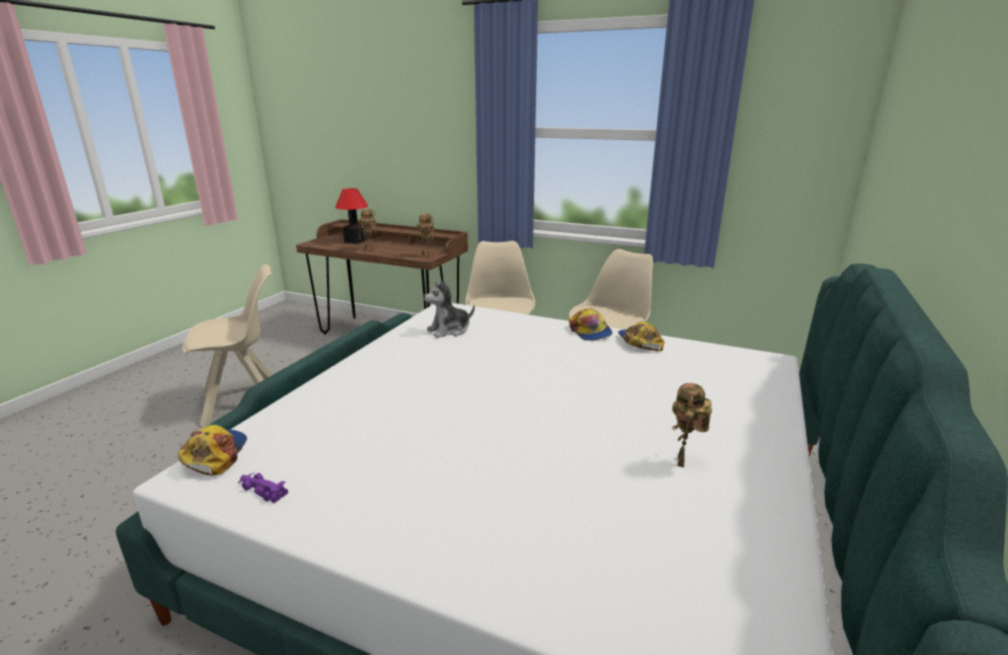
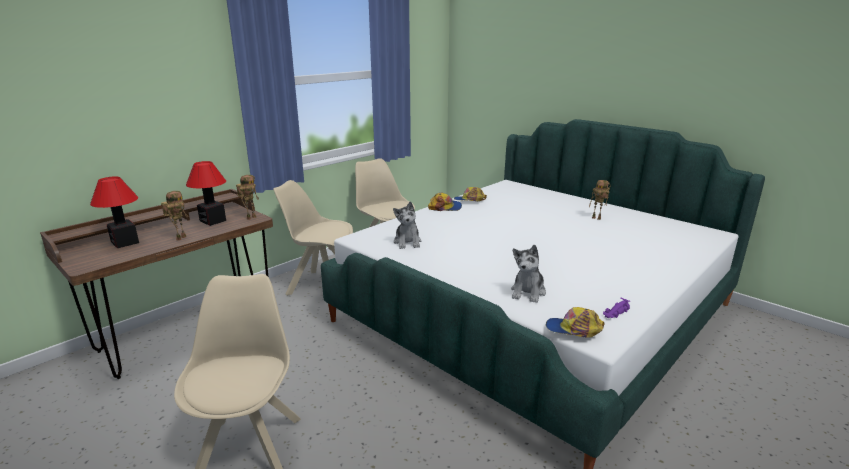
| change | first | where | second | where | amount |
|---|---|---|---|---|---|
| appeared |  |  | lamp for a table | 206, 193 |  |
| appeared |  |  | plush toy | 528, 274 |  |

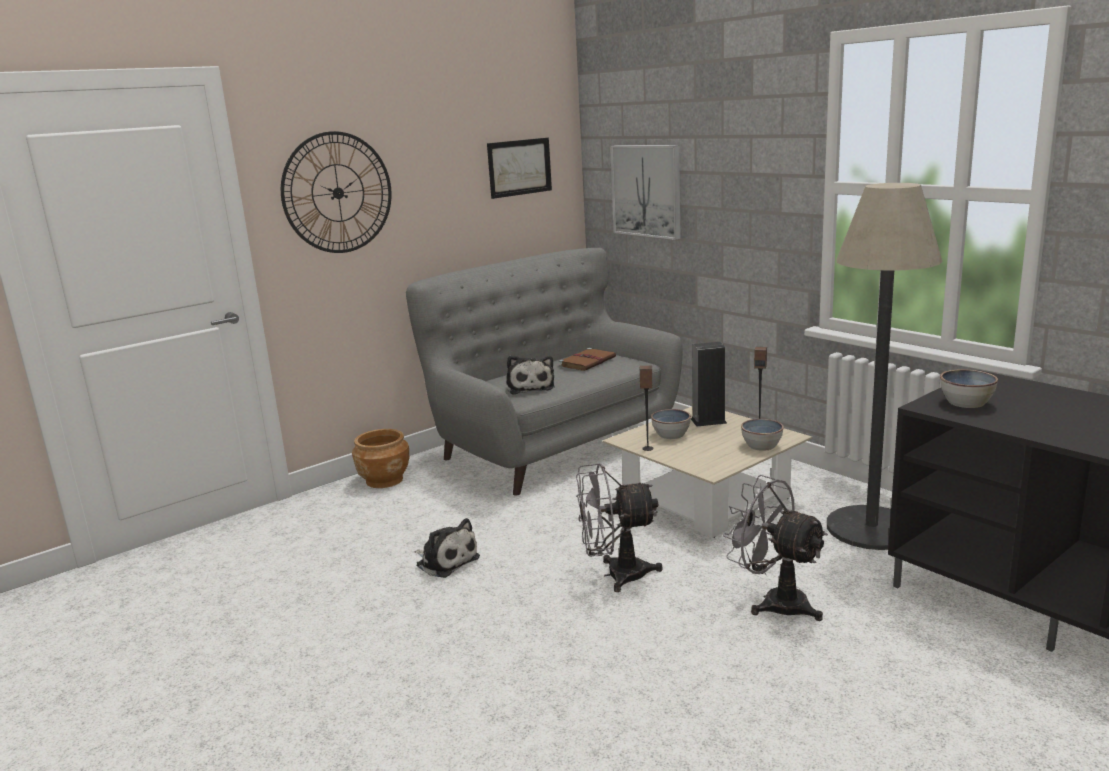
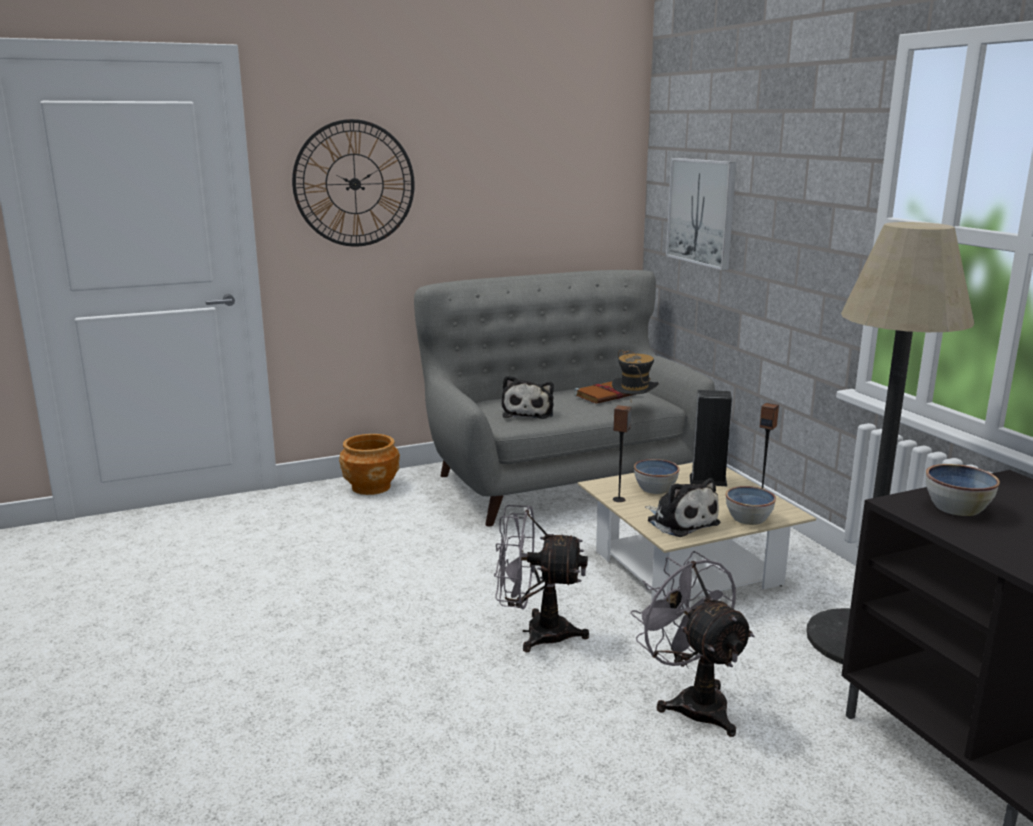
| change | first | where | second | where | amount |
|---|---|---|---|---|---|
| relocated | plush toy | 447, 548 |  | 682, 507 |  |
| missing | wall art | 519, 168 |  |  |  |
| appeared |  |  | wearable hat | 635, 372 |  |

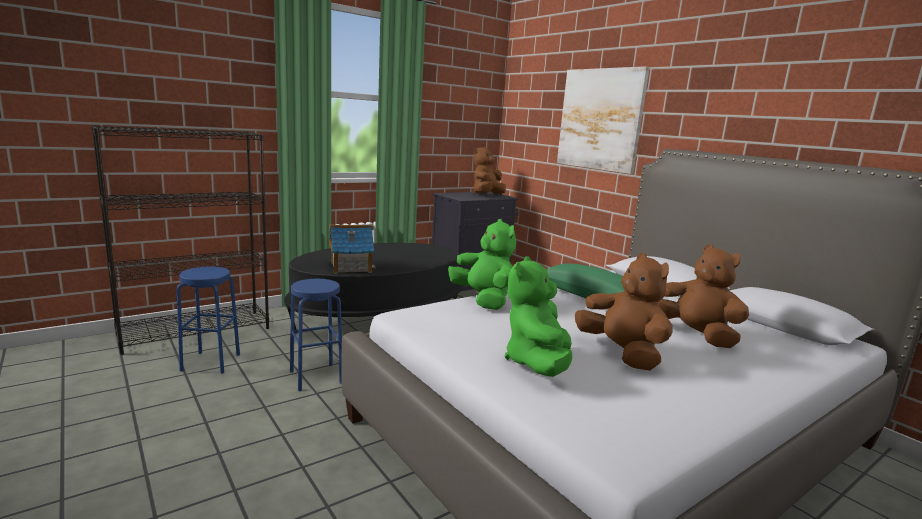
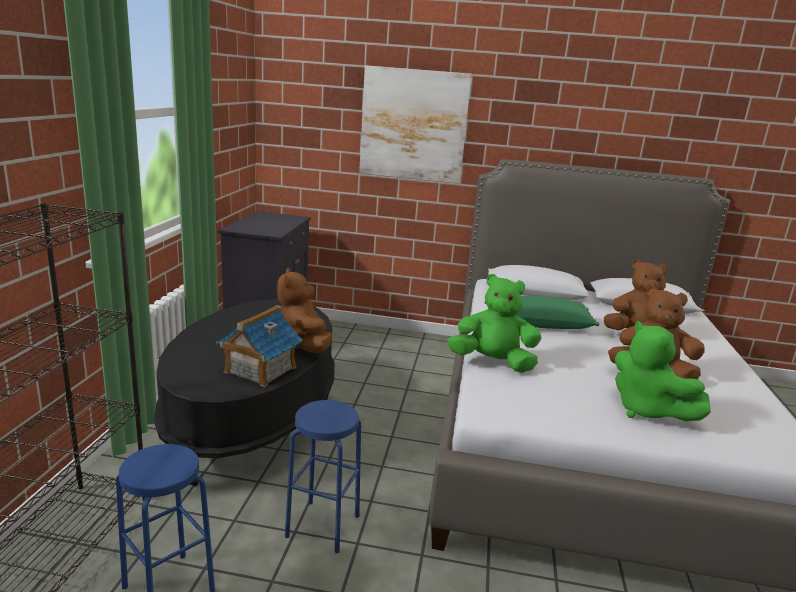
| change | first | where | second | where | amount |
|---|---|---|---|---|---|
| relocated | plush toy (brown) | 489, 170 |  | 305, 310 |  |

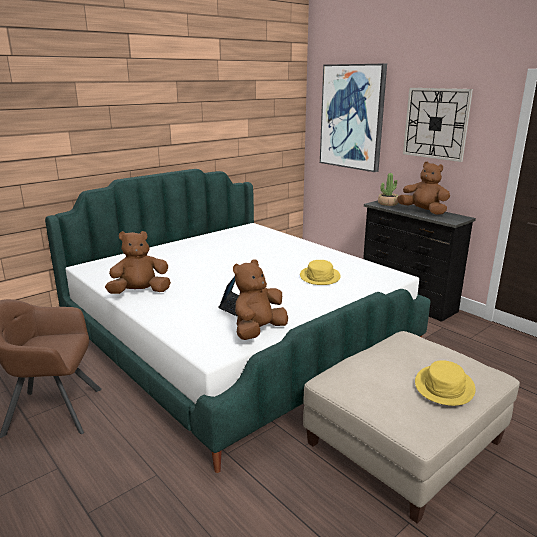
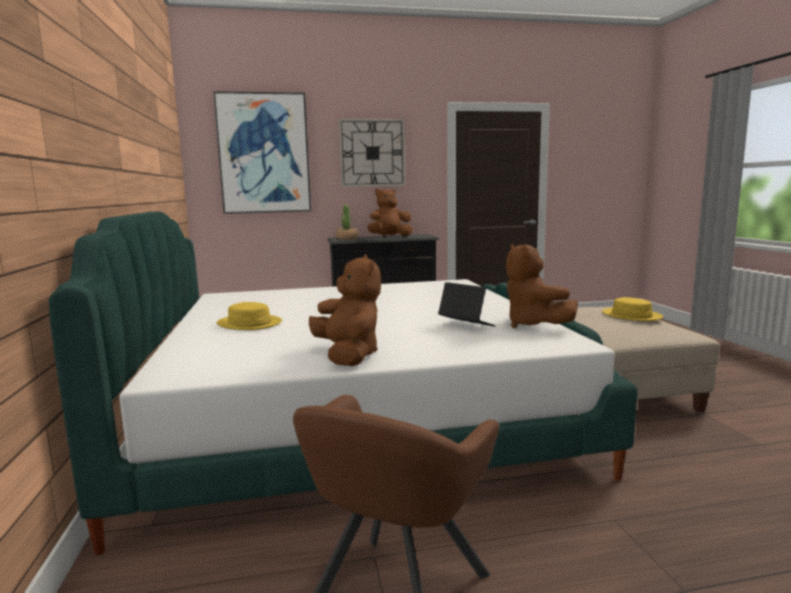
| change | first | where | second | where | amount |
|---|---|---|---|---|---|
| spun | plush toy (brown) | 138, 262 |  | 345, 310 | 150 degrees clockwise |
| relocated | wearable hat (yellow-coloured) | 320, 272 |  | 249, 316 |  |

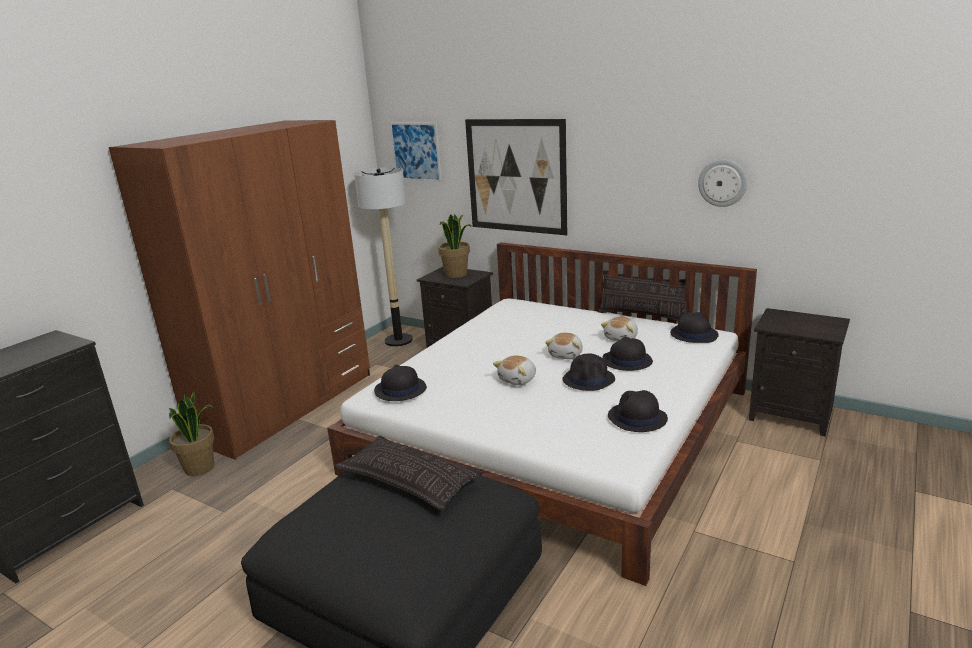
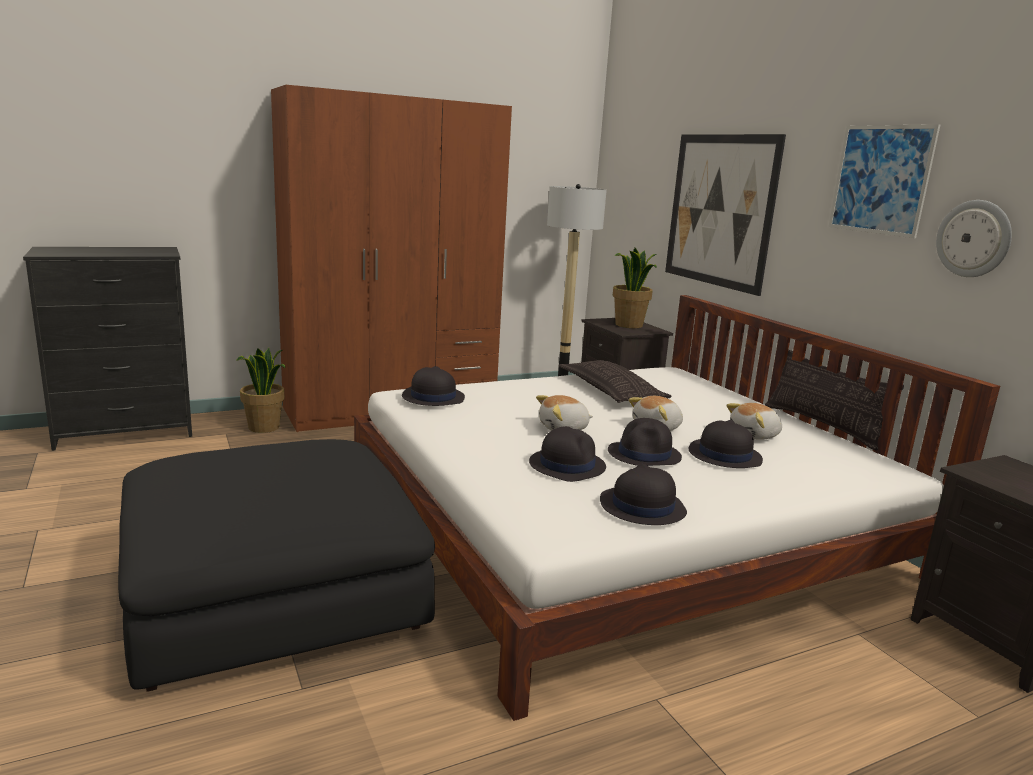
| change | first | where | second | where | amount |
|---|---|---|---|---|---|
| relocated | throw pillow | 408, 473 |  | 615, 381 |  |
| relocated | wall art | 416, 152 |  | 884, 181 |  |
| relocated | wearable hat (black-coloured) | 694, 327 |  | 567, 454 |  |

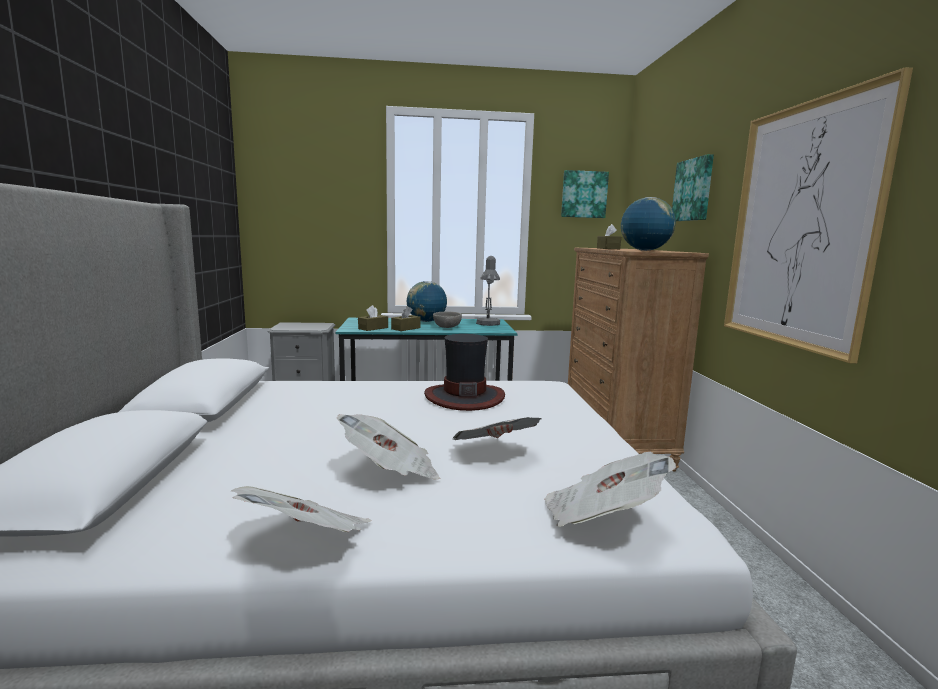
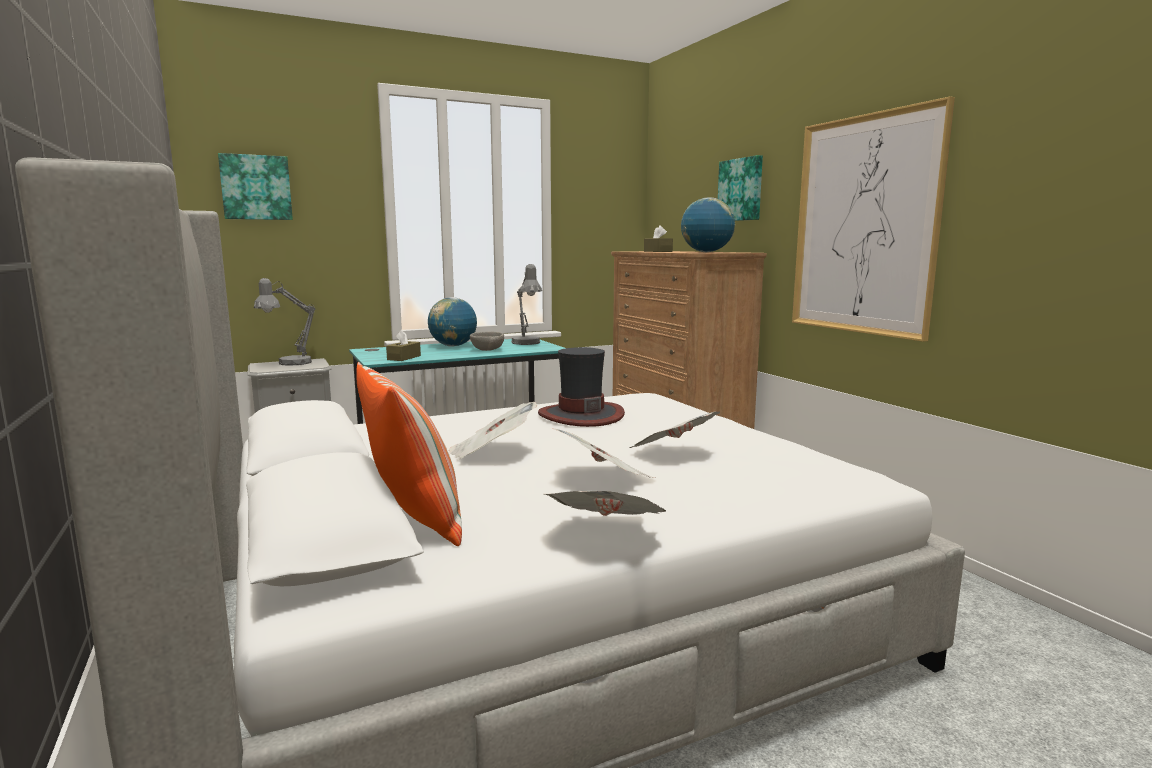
| change | first | where | second | where | amount |
|---|---|---|---|---|---|
| missing | tissue holder (brown) | 406, 318 |  |  |  |
| relocated | daily paper | 610, 489 |  | 492, 430 |  |
| relocated | wall art | 585, 194 |  | 255, 186 |  |
| appeared |  |  | lamp for a table (grey) | 285, 322 |  |
| appeared |  |  | throw pillow | 409, 454 |  |

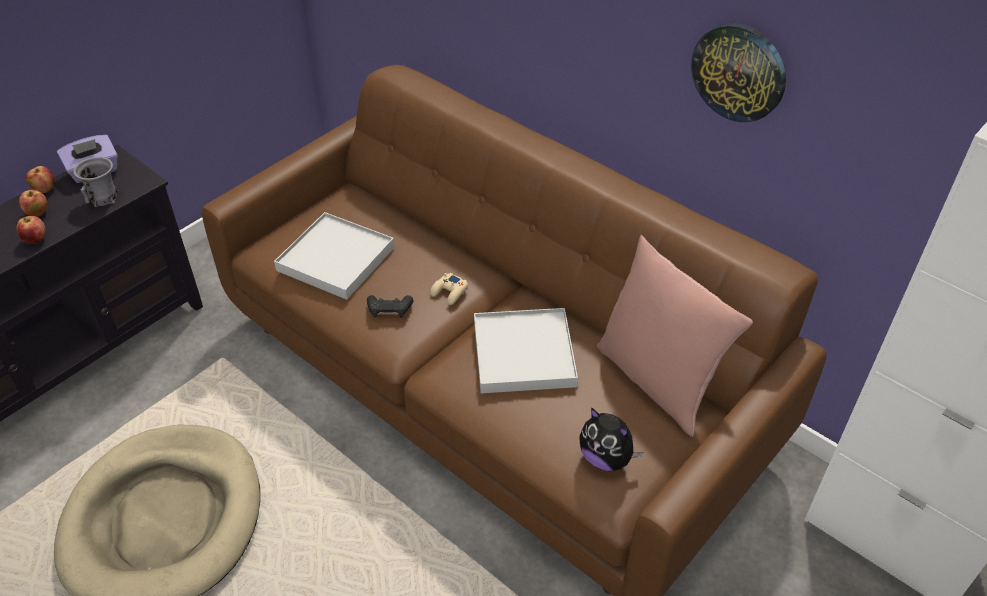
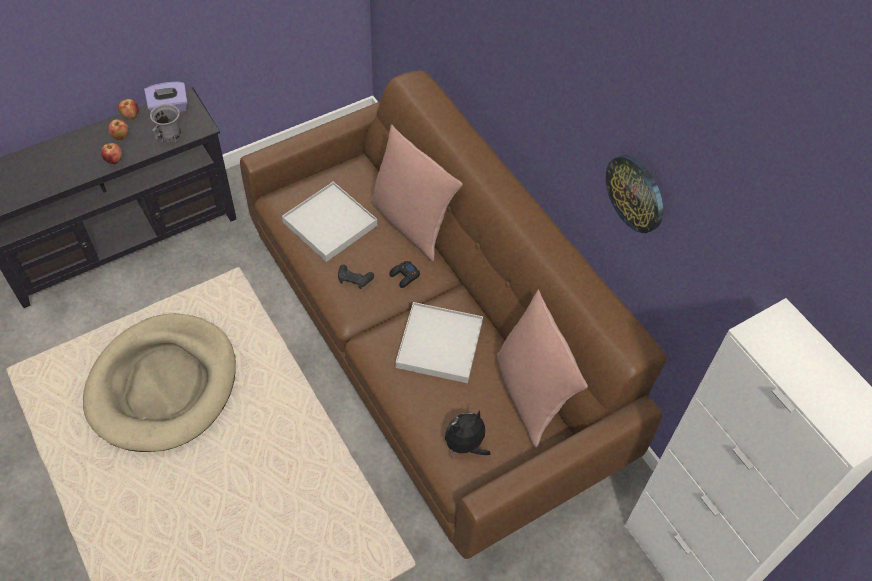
| change | first | where | second | where | amount |
|---|---|---|---|---|---|
| colour | gamepad (beige) | 449, 289 | gamepad (black-coloured) | 404, 274 |  |
| spun | plush toy | 611, 439 |  | 467, 434 | 90 degrees clockwise |
| appeared |  |  | throw pillow (pink-coloured) | 416, 192 |  |

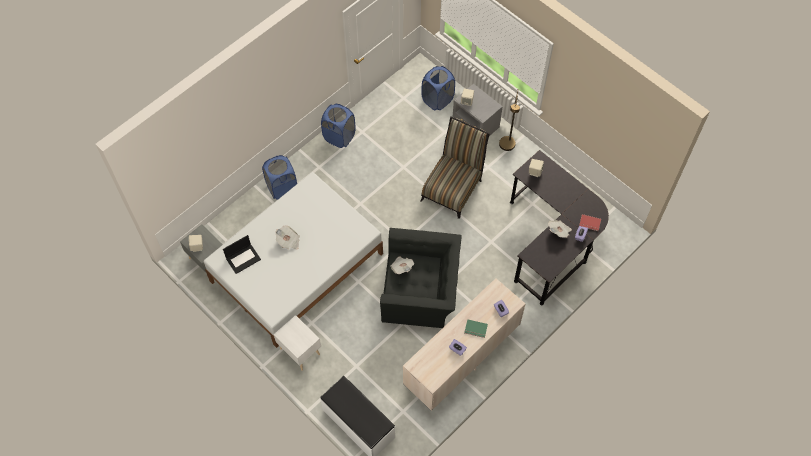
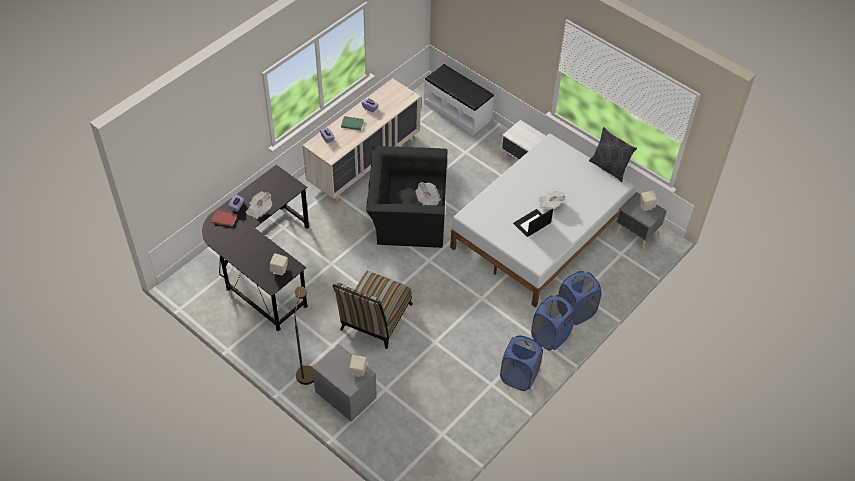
| change | first | where | second | where | amount |
|---|---|---|---|---|---|
| relocated | laptop | 242, 254 |  | 533, 222 |  |
| relocated | hamper (blue) | 438, 88 |  | 553, 323 |  |
| appeared |  |  | throw pillow (grey) | 613, 154 |  |

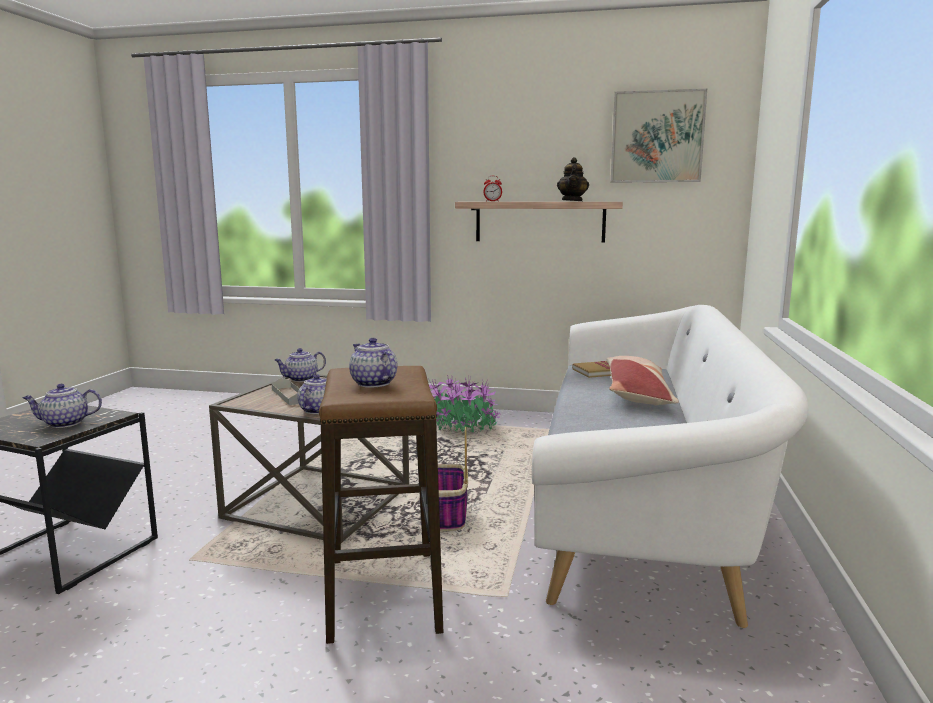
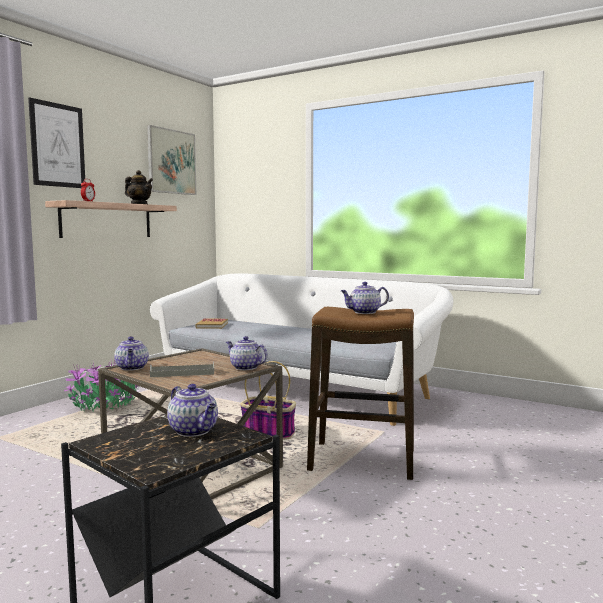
| change | first | where | second | where | amount |
|---|---|---|---|---|---|
| spun | teapot | 62, 406 |  | 192, 410 | 45 degrees counterclockwise |
| missing | throw pillow | 642, 381 |  |  |  |
| appeared |  |  | wall art | 56, 142 |  |

